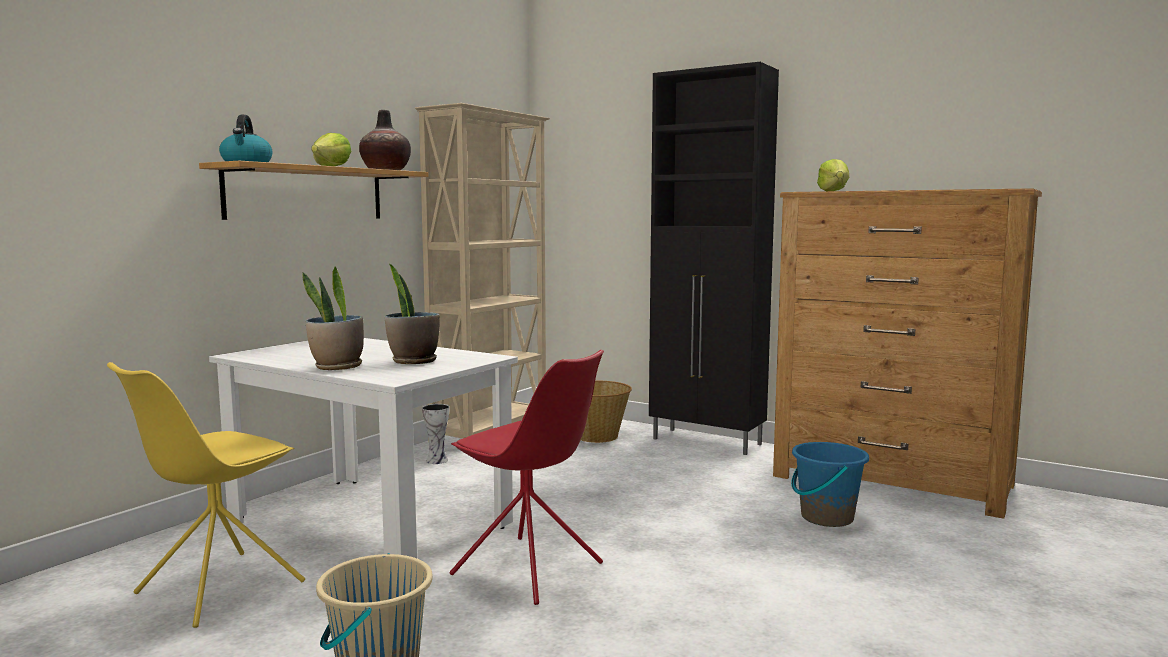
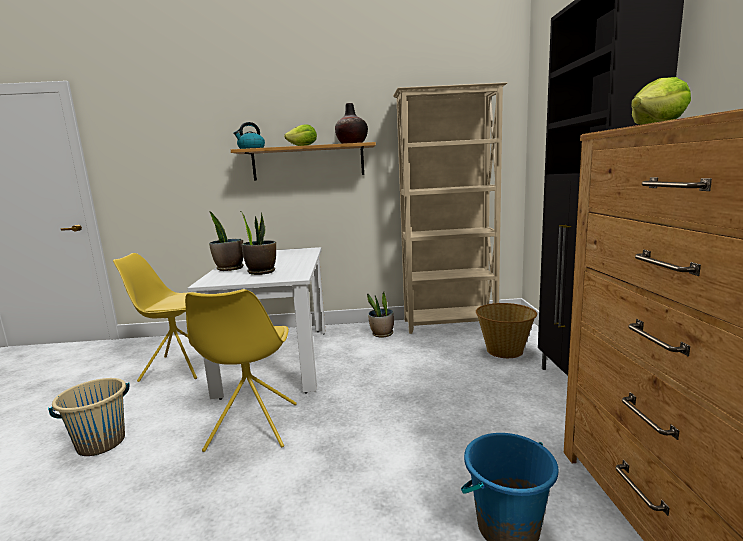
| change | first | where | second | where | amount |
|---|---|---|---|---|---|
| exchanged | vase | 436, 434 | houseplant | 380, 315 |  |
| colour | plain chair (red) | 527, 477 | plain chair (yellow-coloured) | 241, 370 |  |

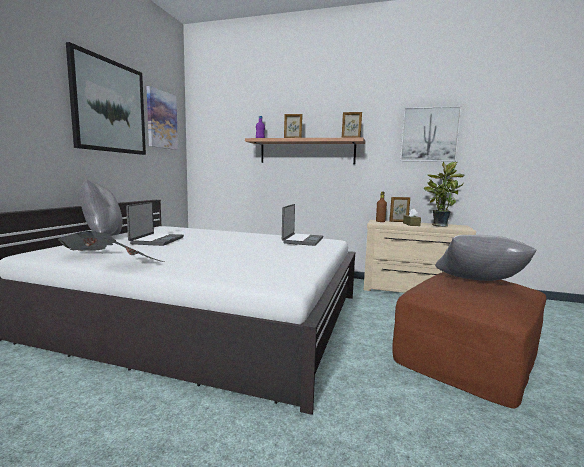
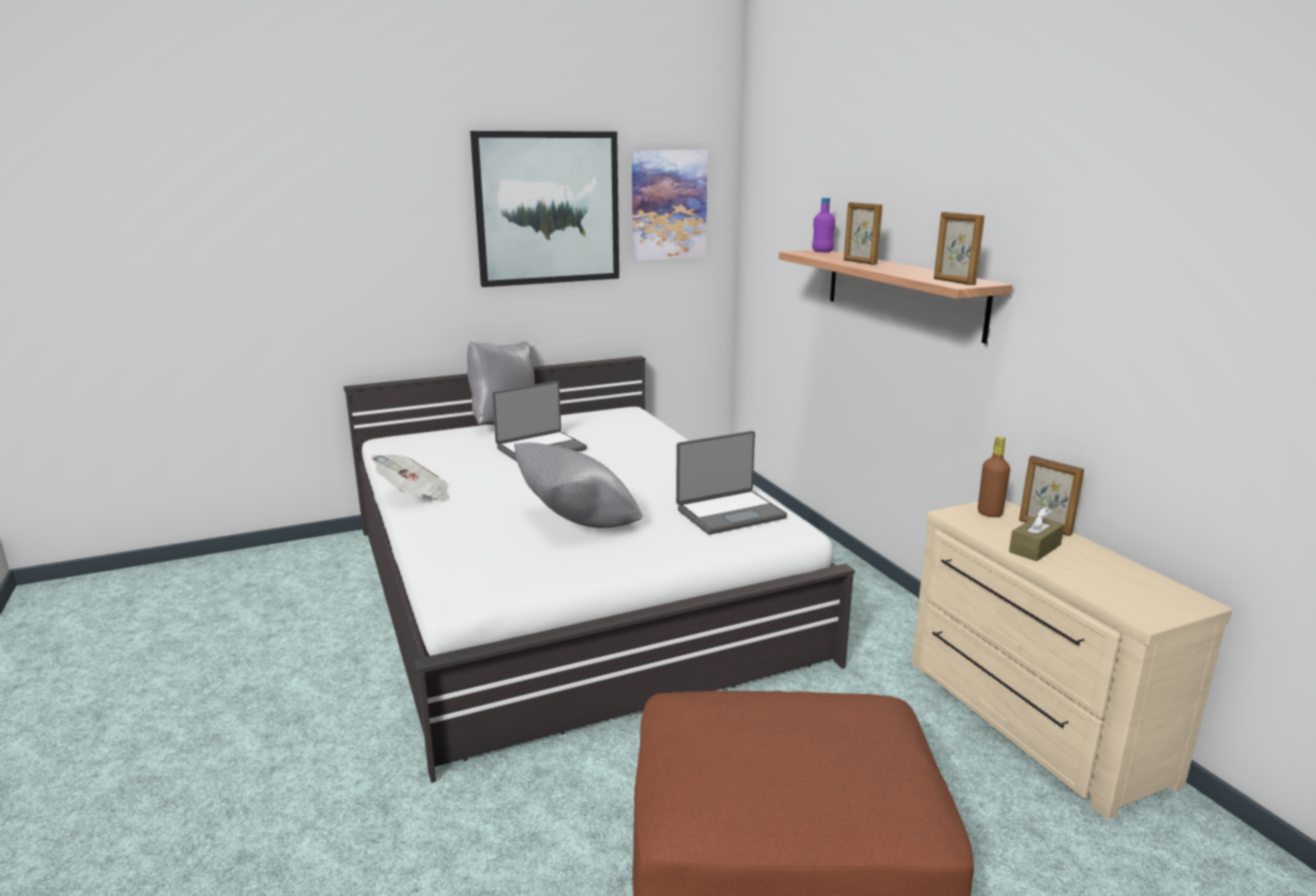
| change | first | where | second | where | amount |
|---|---|---|---|---|---|
| missing | daily paper | 87, 241 |  |  |  |
| missing | wall art | 431, 134 |  |  |  |
| missing | houseplant | 444, 194 |  |  |  |
| relocated | throw pillow (grey) | 486, 258 |  | 578, 485 |  |

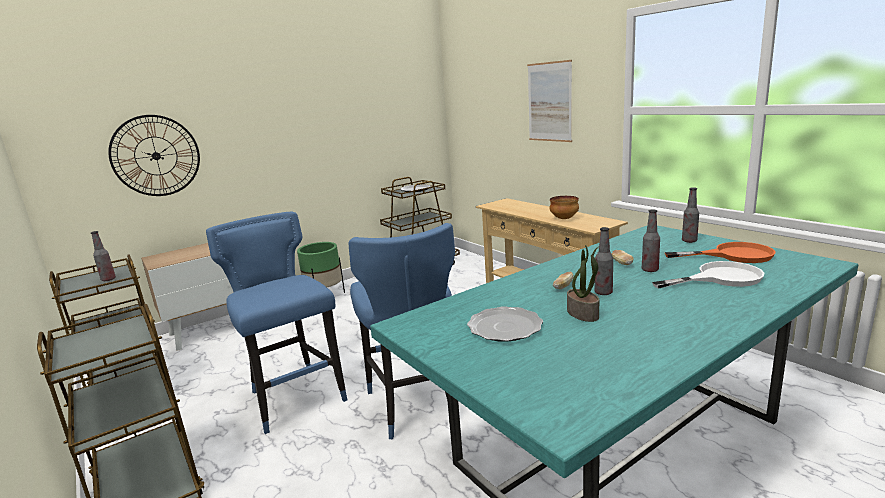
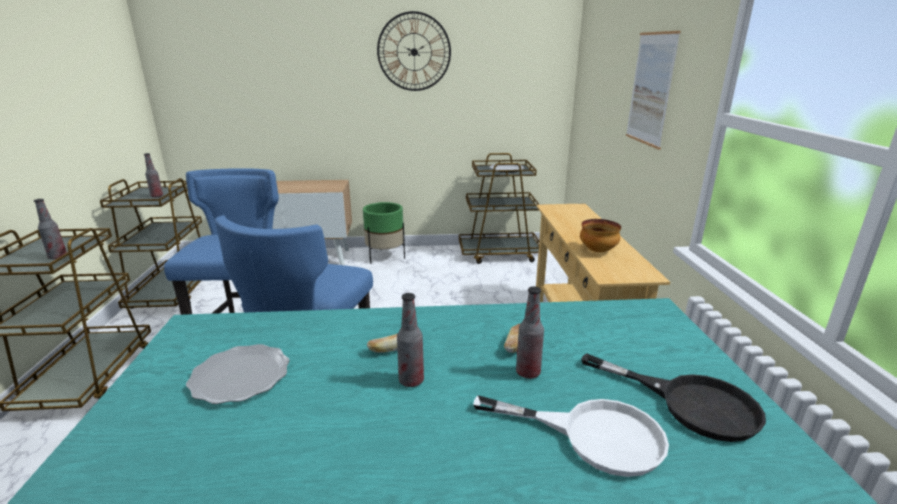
| change | first | where | second | where | amount |
|---|---|---|---|---|---|
| relocated | wall clock | 154, 155 |  | 414, 51 |  |
| missing | houseplant | 583, 283 |  |  |  |
| colour | frying pan (orange-coloured) | 719, 252 | frying pan (black-coloured) | 673, 397 |  |
| relocated | beverage bottle | 690, 215 |  | 50, 229 |  |

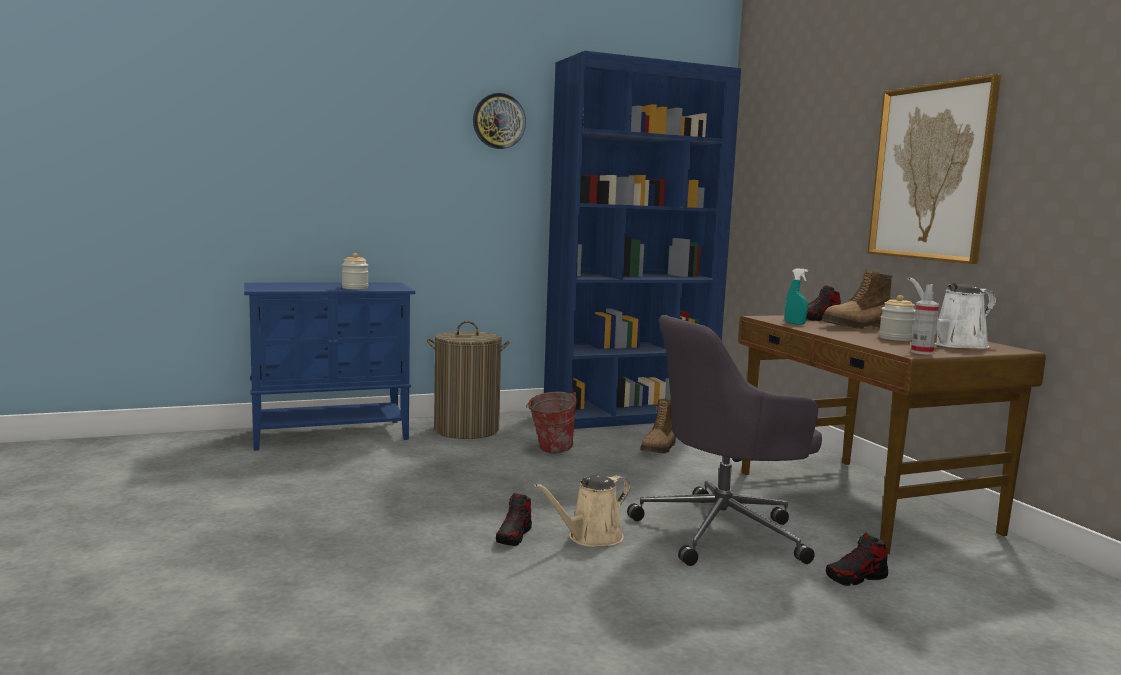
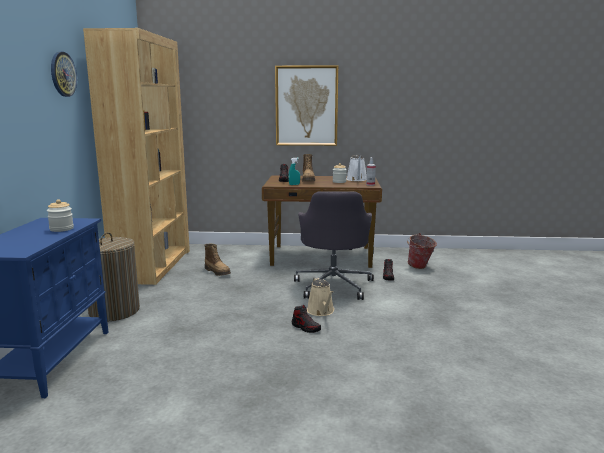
| change | first | where | second | where | amount |
|---|---|---|---|---|---|
| relocated | pail | 551, 422 |  | 422, 251 |  |
| colour | shelving unit (blue) | 642, 240 | shelving unit (brown) | 136, 156 |  |

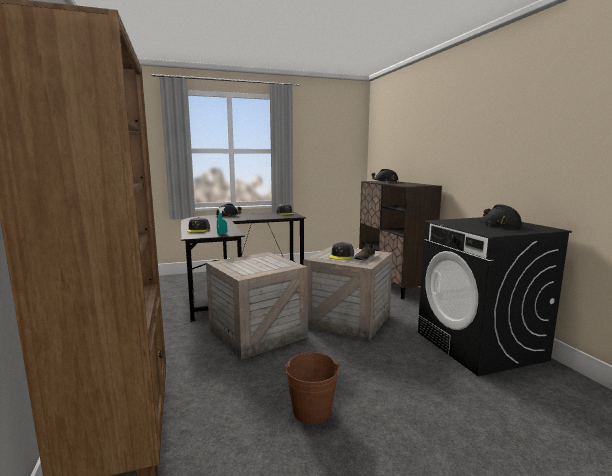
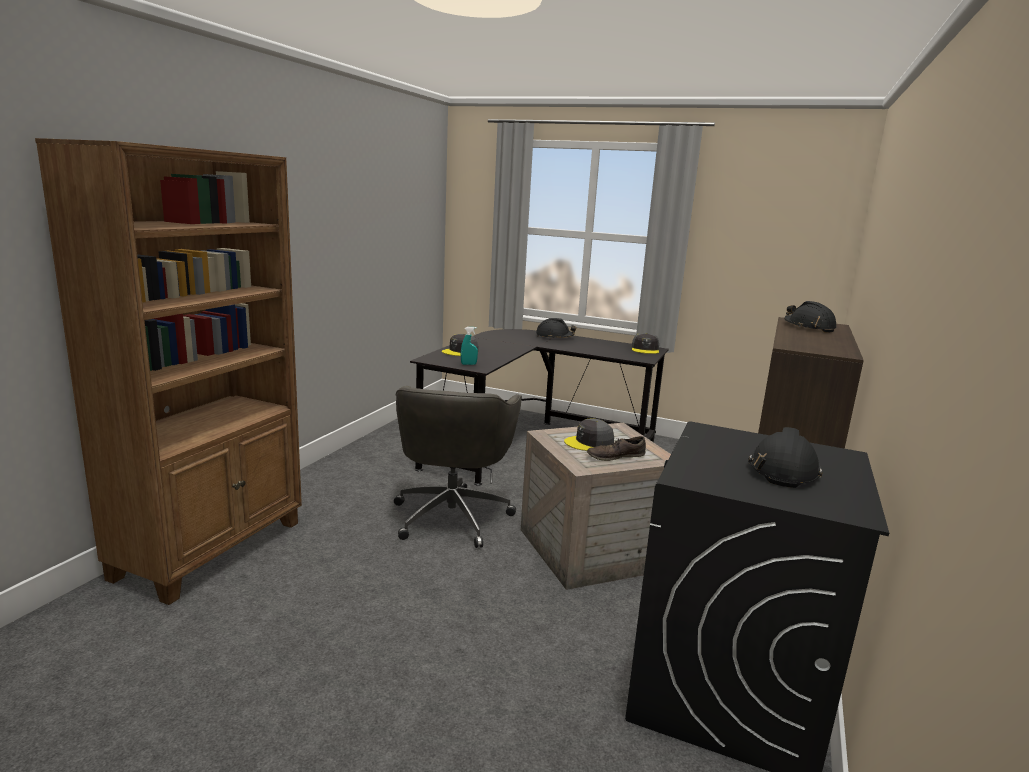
| change | first | where | second | where | amount |
|---|---|---|---|---|---|
| exchanged | shipping crate | 257, 306 | computer chair (grey) | 458, 467 |  |
| missing | pail (brown) | 312, 388 |  |  |  |

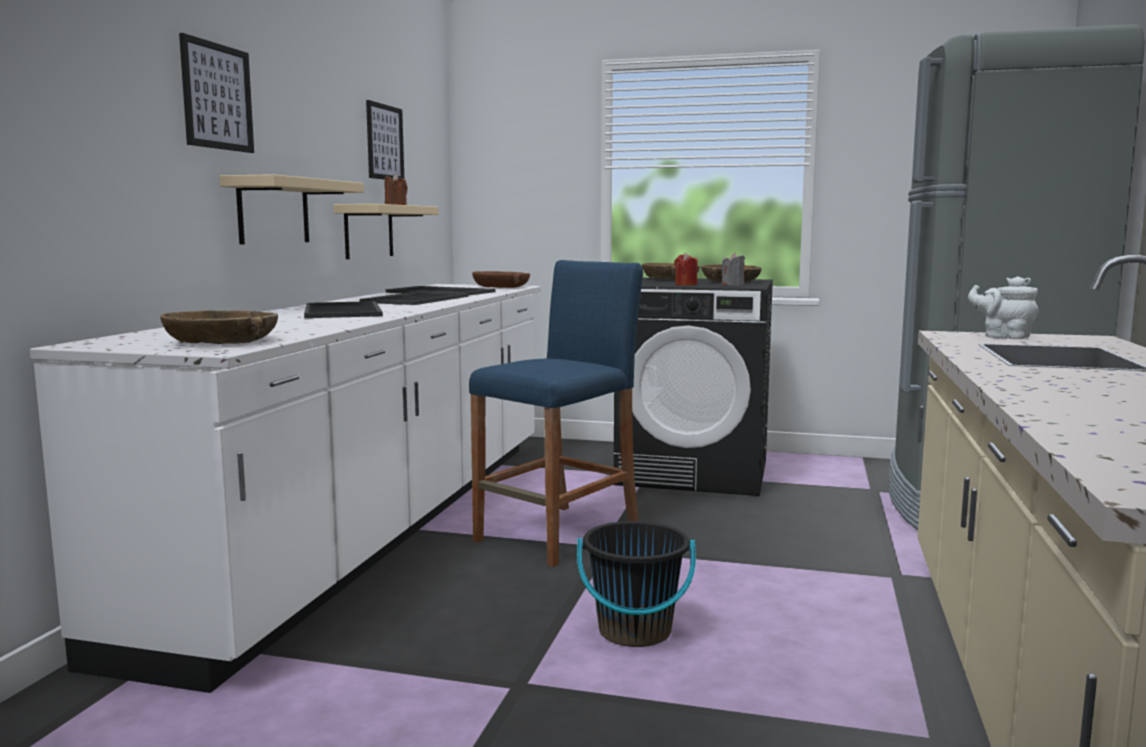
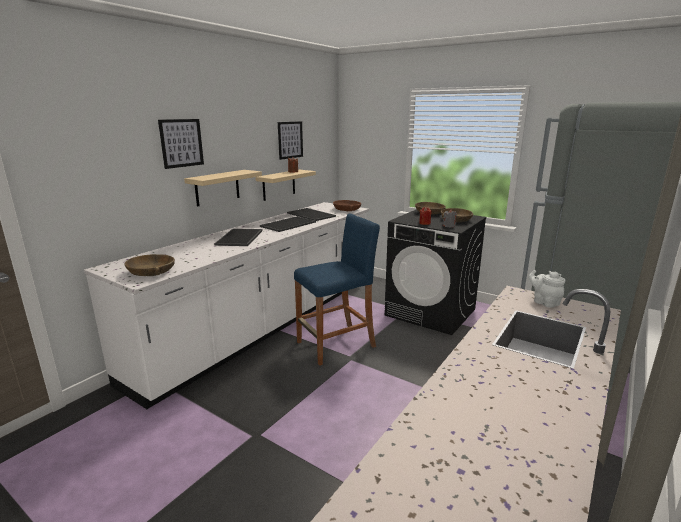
| change | first | where | second | where | amount |
|---|---|---|---|---|---|
| missing | pail (black-coloured) | 636, 584 |  |  |  |

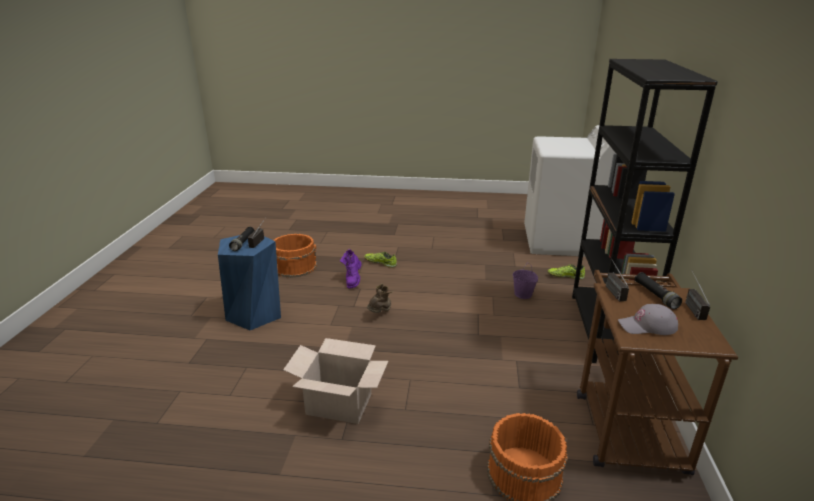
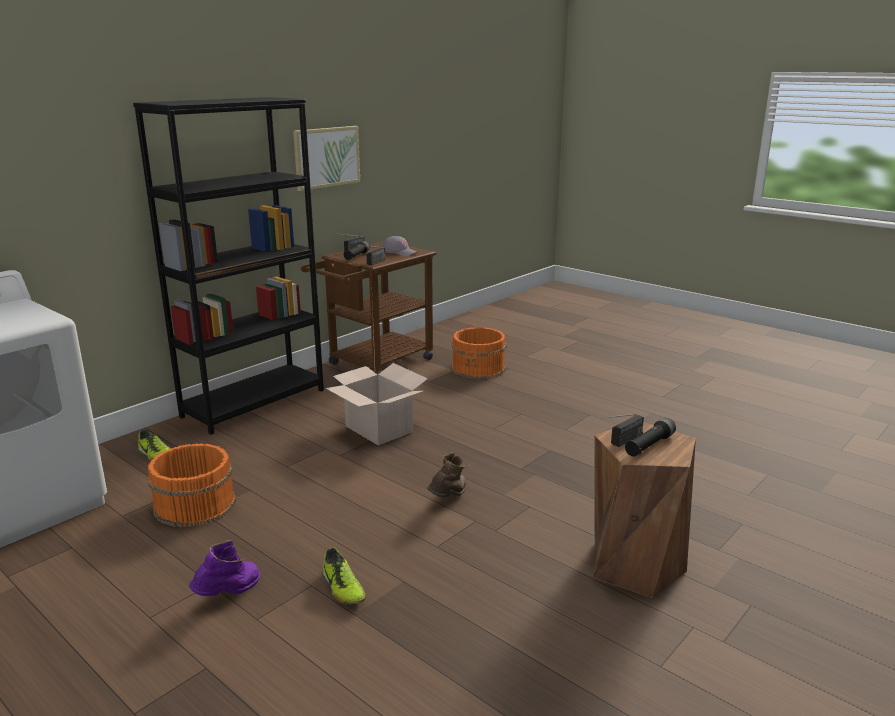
| change | first | where | second | where | amount |
|---|---|---|---|---|---|
| colour | stool seat (blue) | 249, 282 | stool seat (brown) | 644, 510 |  |
| relocated | pail (orange-coloured) | 295, 256 |  | 192, 485 |  |
| relocated | packing box | 335, 381 |  | 376, 404 |  |
| relocated | high-top boot (purplish) | 350, 269 |  | 224, 568 |  |
| spun | high-top boot (brown) | 380, 298 |  | 448, 474 | 150 degrees clockwise |
| missing | pail (purplish) | 525, 280 |  |  |  |
| appeared |  |  | wall art | 326, 158 |  |

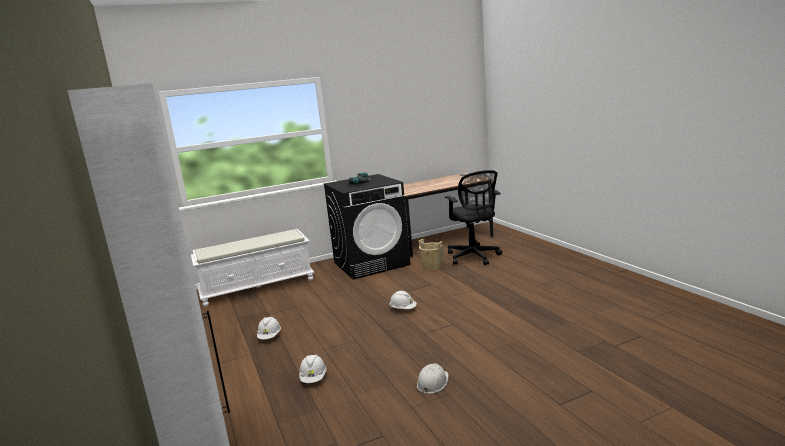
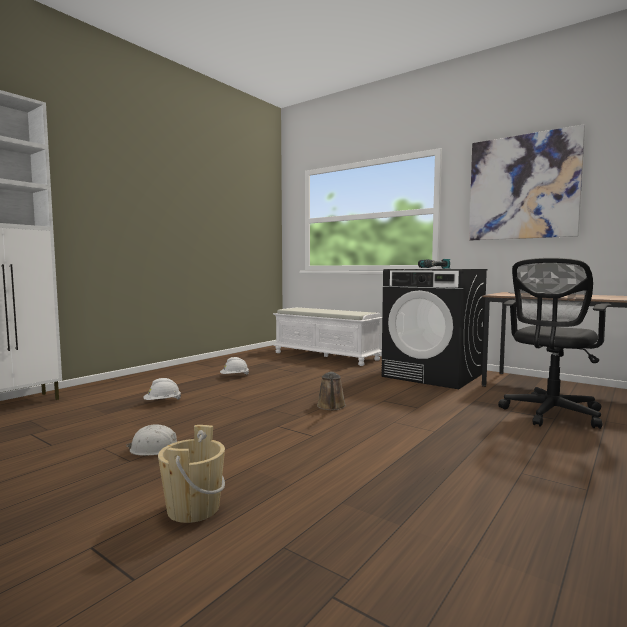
| change | first | where | second | where | amount |
|---|---|---|---|---|---|
| exchanged | work helmet (white-coloured) | 403, 300 | watering pot (brown) | 331, 391 |  |
| relocated | pail (beige) | 430, 254 |  | 191, 474 |  |
| appeared |  |  | wall art | 527, 182 |  |

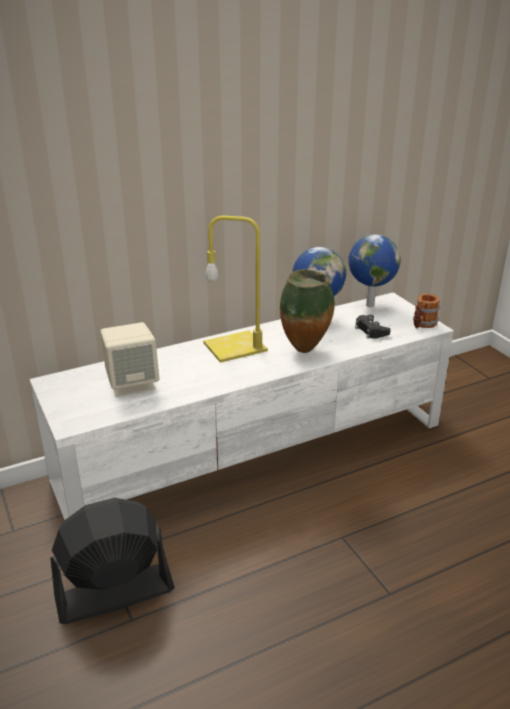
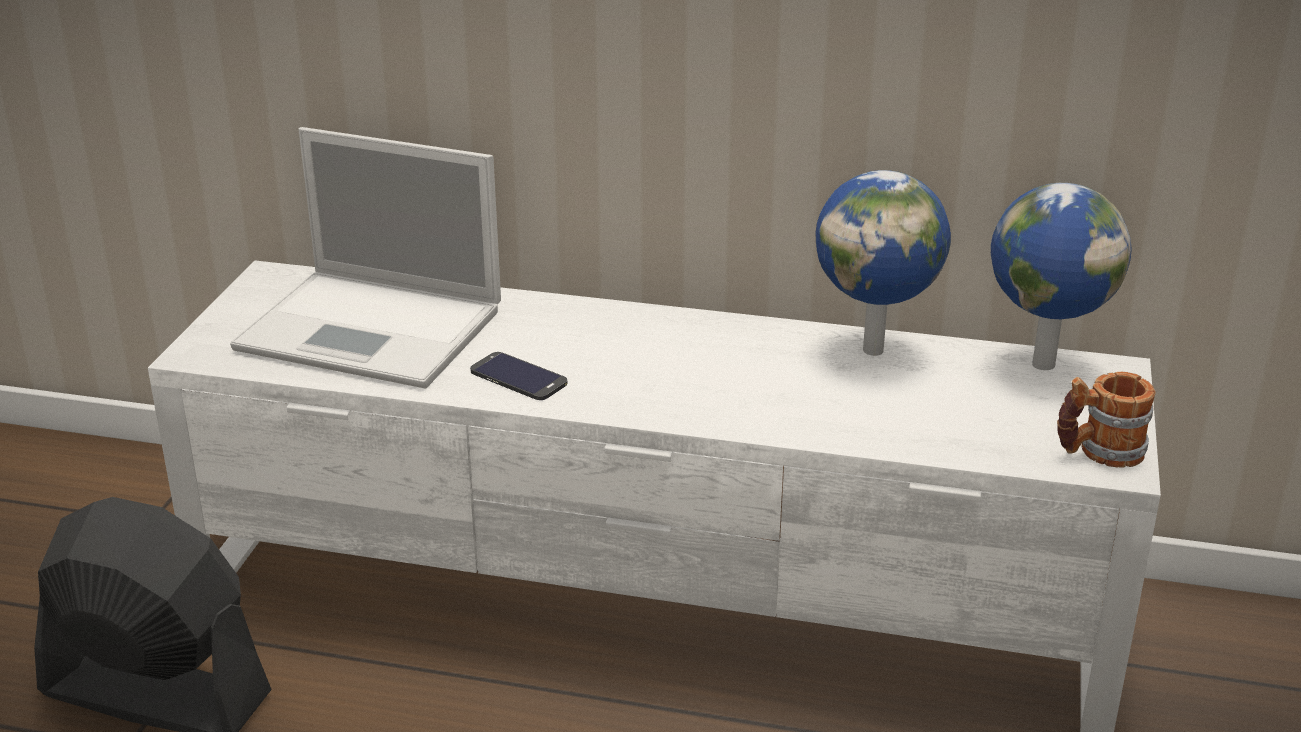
| change | first | where | second | where | amount |
|---|---|---|---|---|---|
| exchanged | loudspeaker (beige) | 129, 359 | laptop | 365, 258 |  |
| missing | lamp for a table (yellow-coloured) | 236, 289 |  |  |  |
| missing | vase | 307, 311 |  |  |  |
| missing | gamepad (black-coloured) | 373, 327 |  |  |  |
| appeared |  |  | telephone | 518, 376 |  |

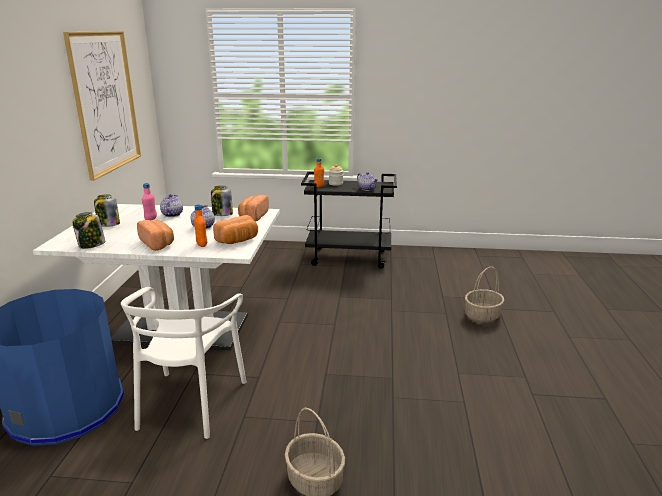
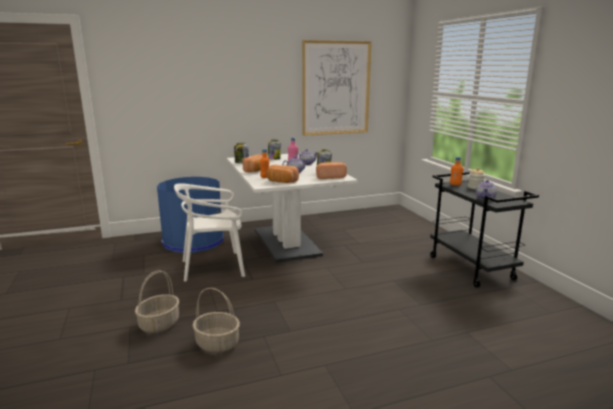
| change | first | where | second | where | amount |
|---|---|---|---|---|---|
| relocated | basket | 485, 295 |  | 216, 320 |  |

